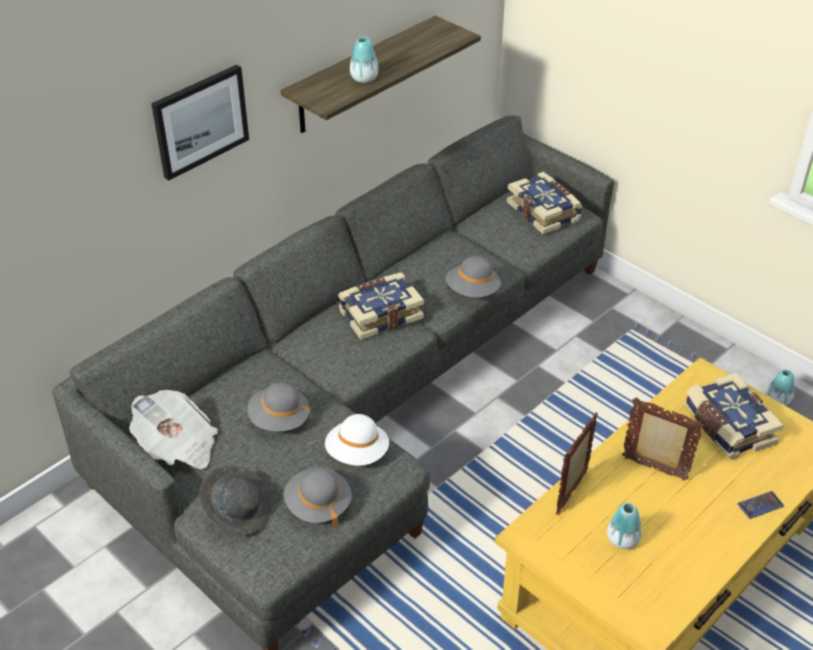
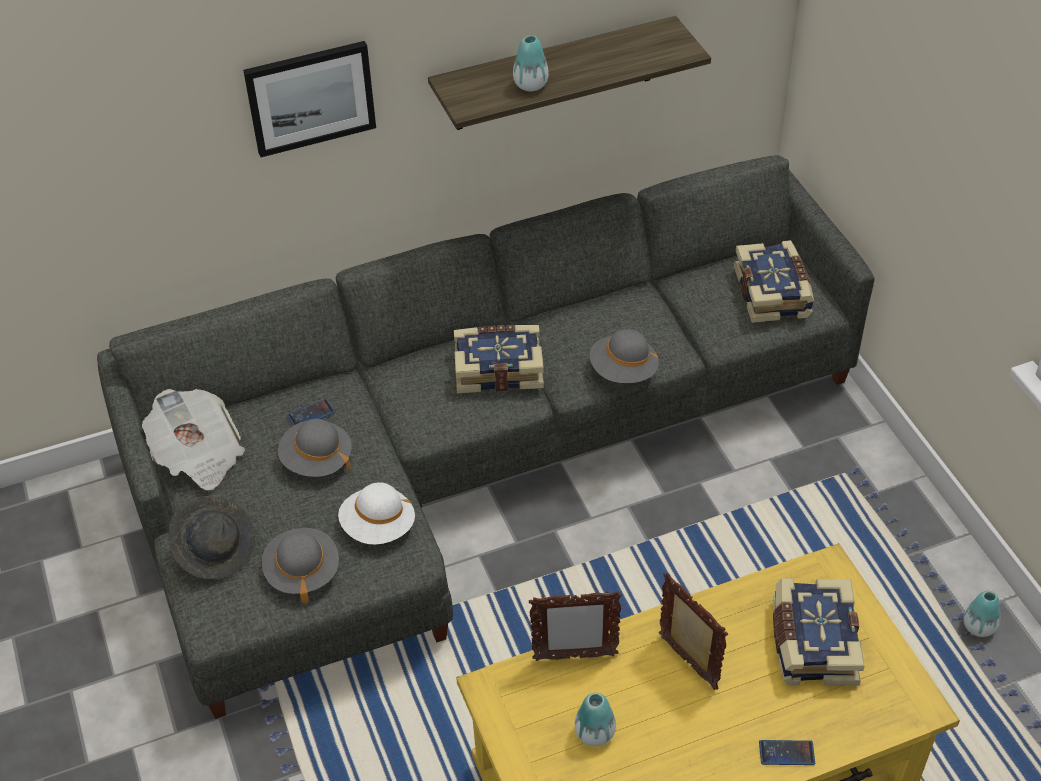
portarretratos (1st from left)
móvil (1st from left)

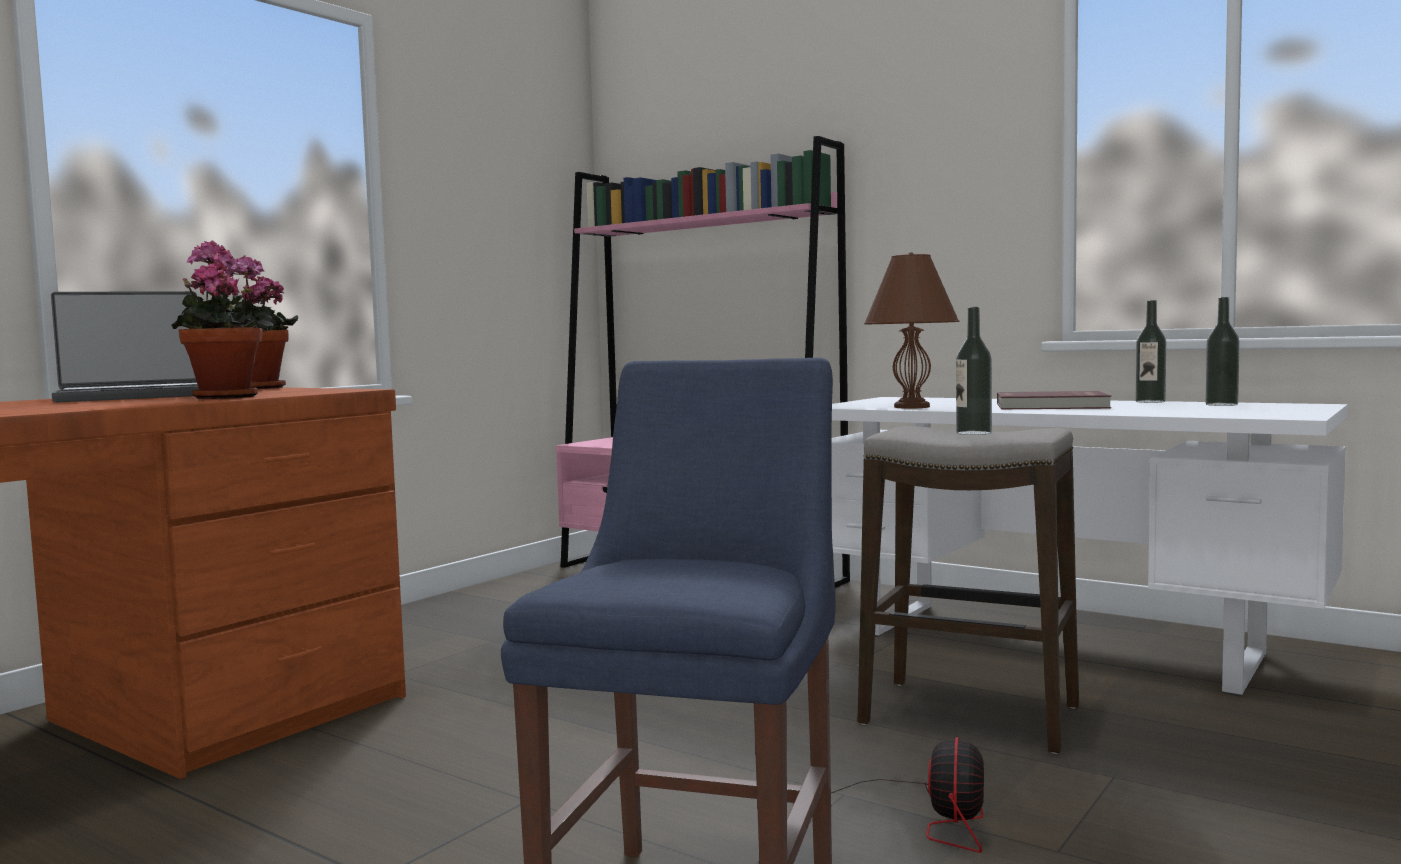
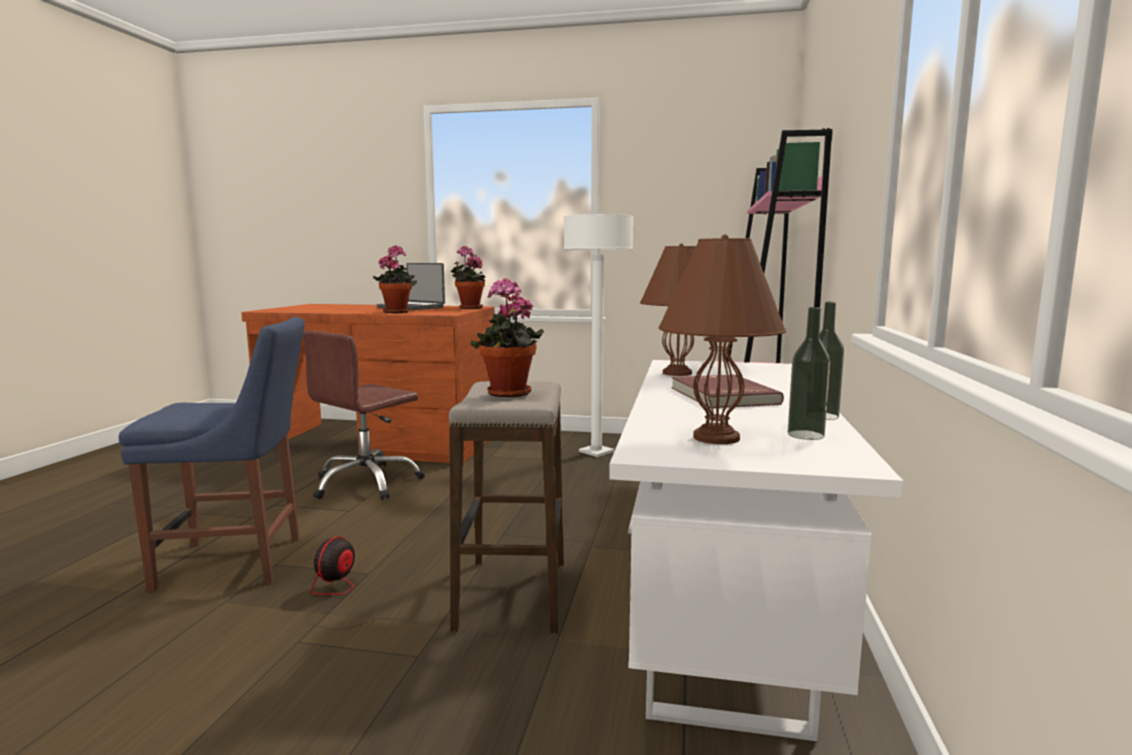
planta en maceta (3rd from left)
ventilador
lámpara de pie (blanco)
lámpara de mesa (marrón) (2nd from left)
silla de oficina (marrón)

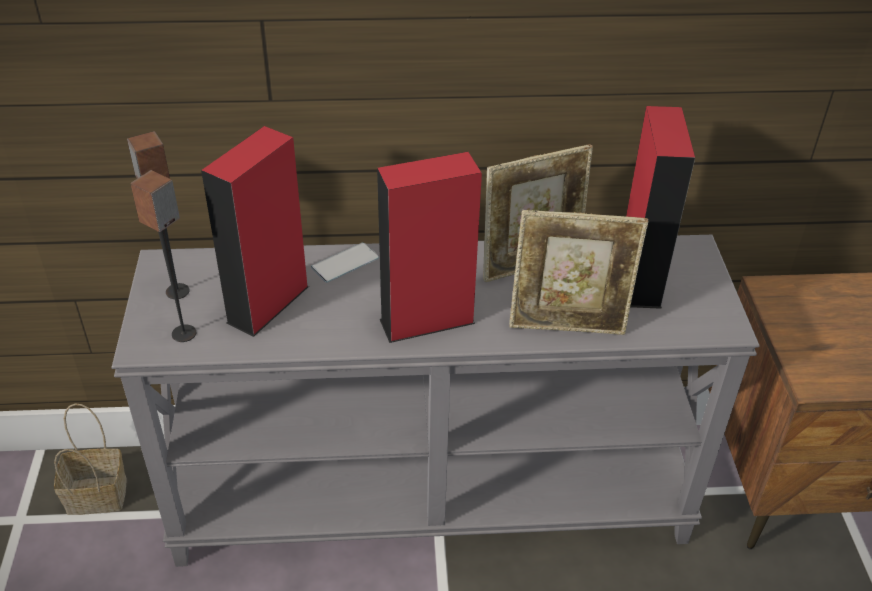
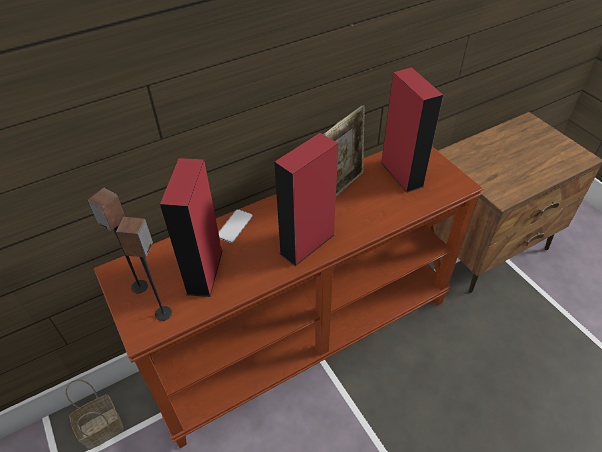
portarretratos (2nd from left in the first image)
mesa consola (marrón)

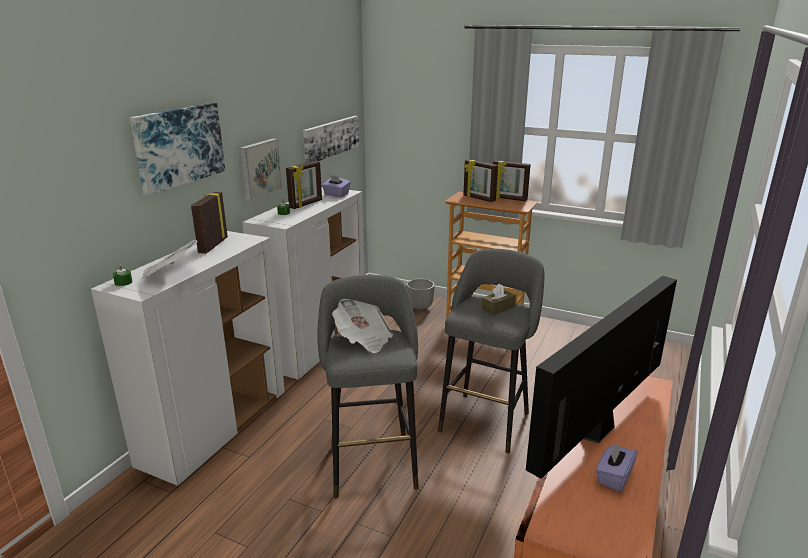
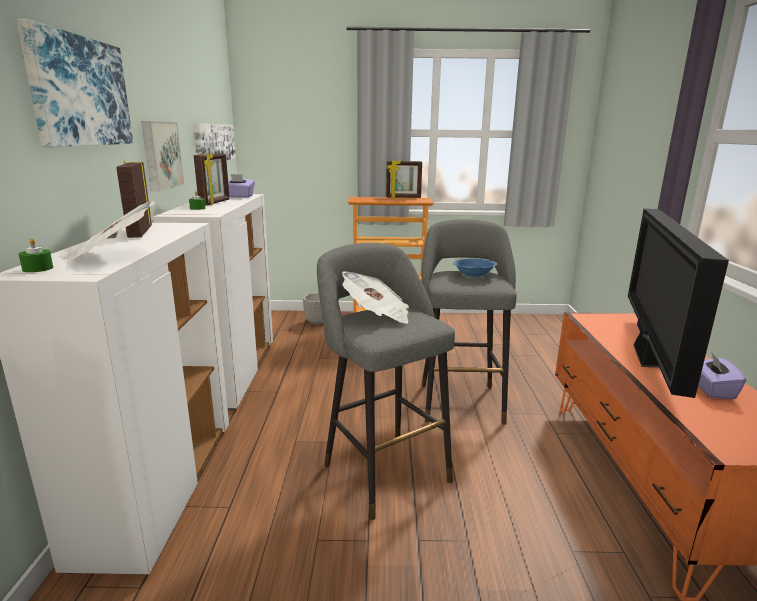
portarretratos (3rd from left in the first image)
cuenco (azul)

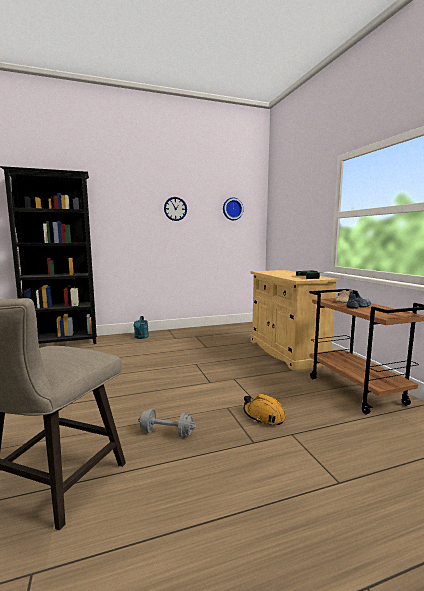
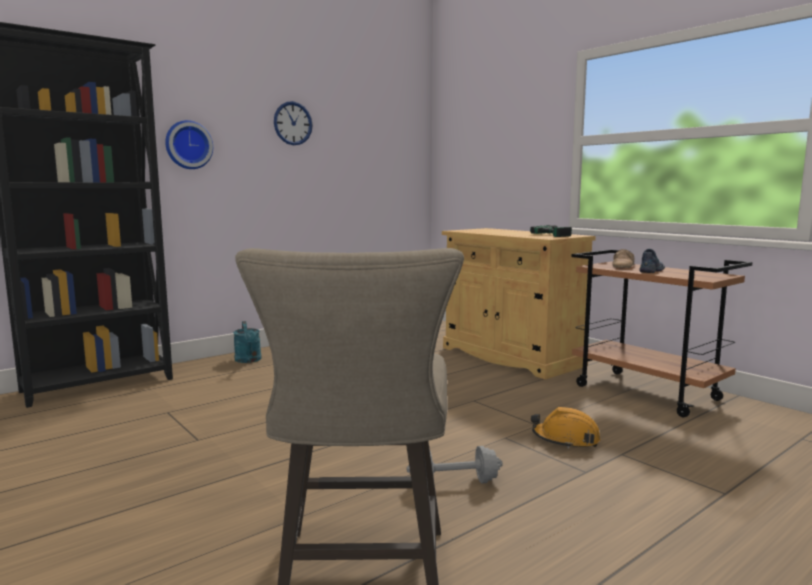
reloj de pared (1st from left)

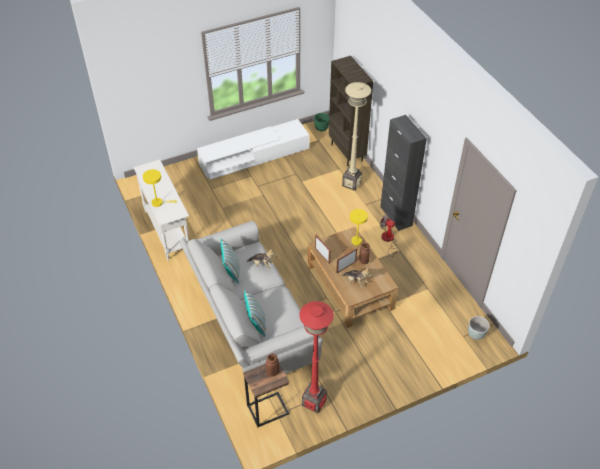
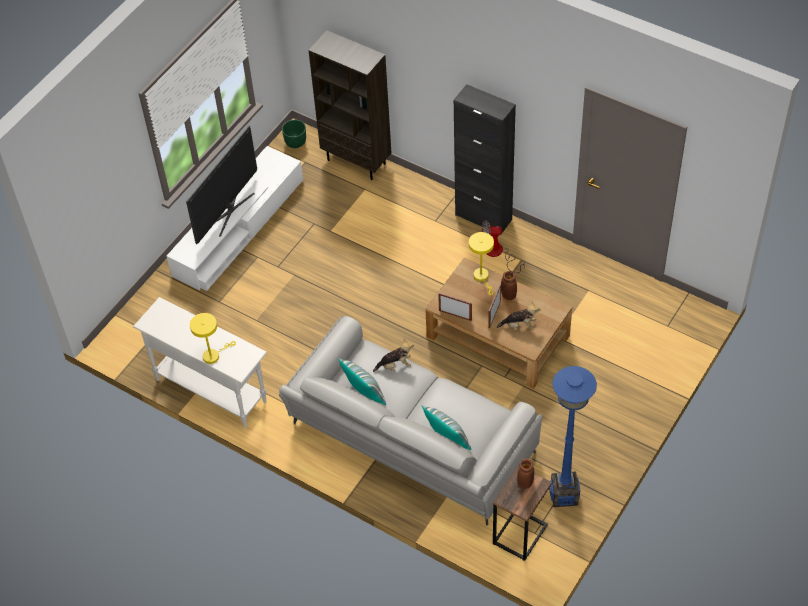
lámpara de pie (beis)
lámpara de pie (azul)
maceta (gris)
televisor

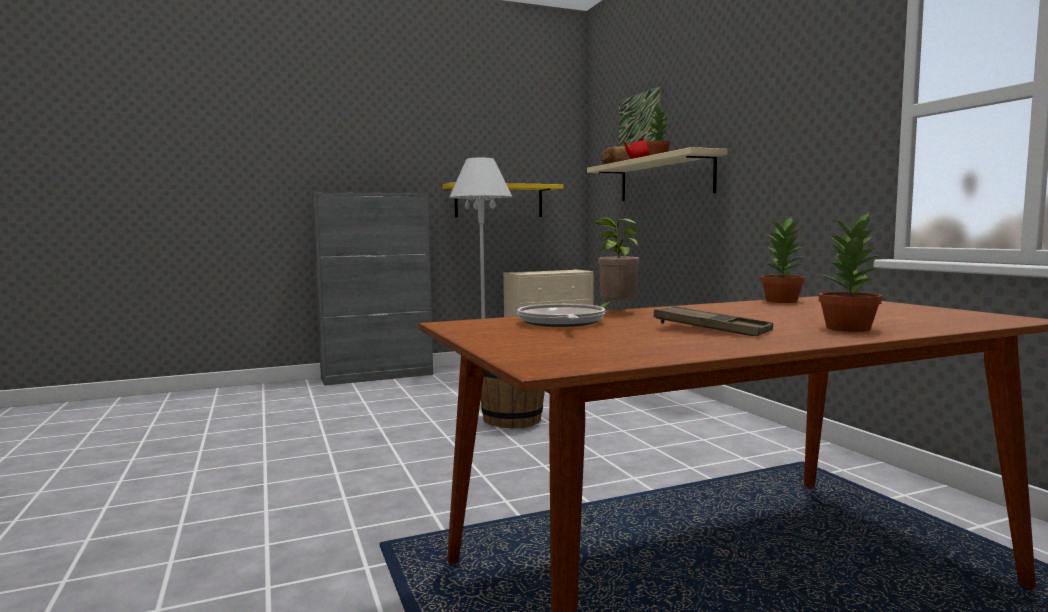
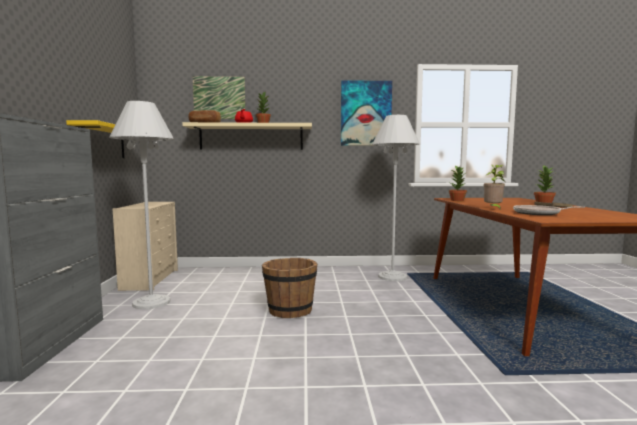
cuadro (2nd from left)
lámpara de pie (blanco) (2nd from left)

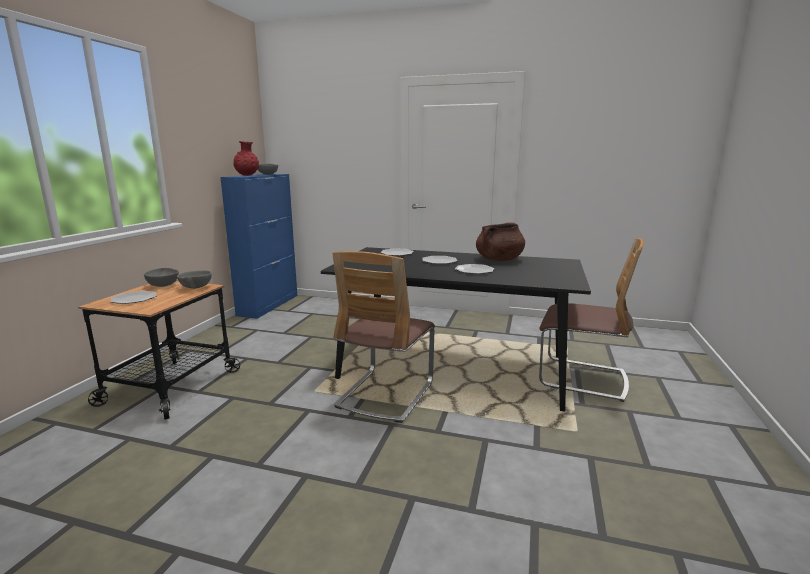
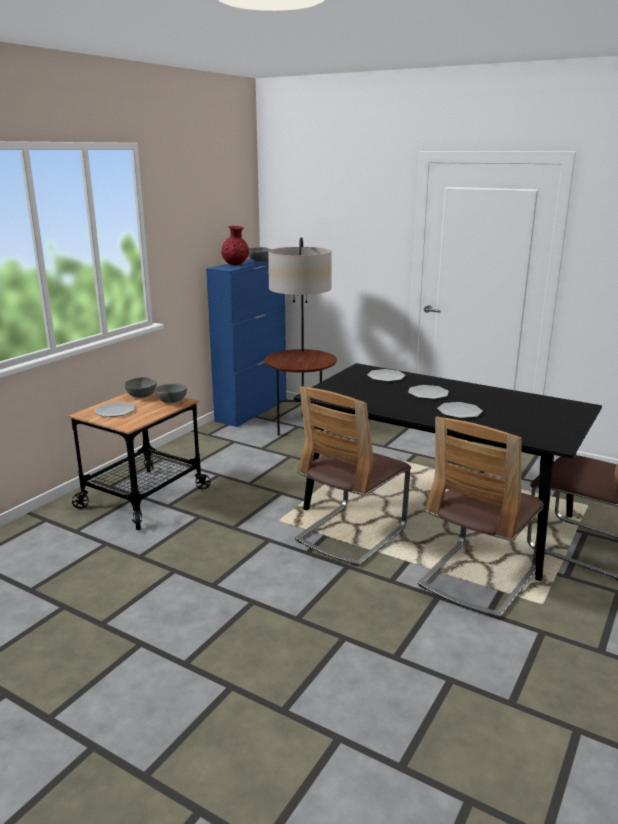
olla (marrón)
lámpara de pie
silla (2nd from left)

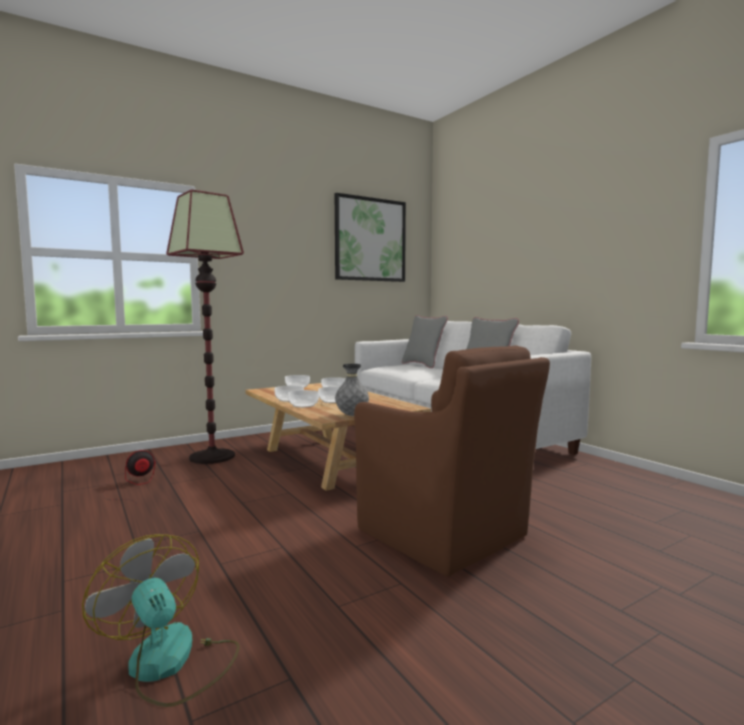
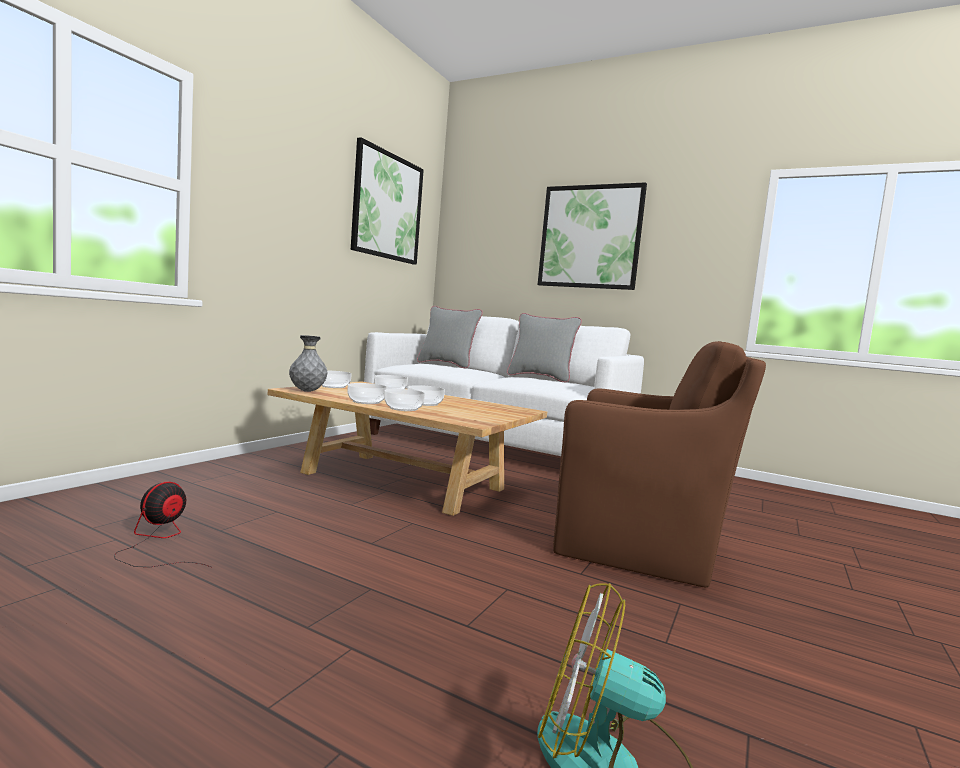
lámpara de pie
florero (gris)
cuadro (2nd from left)

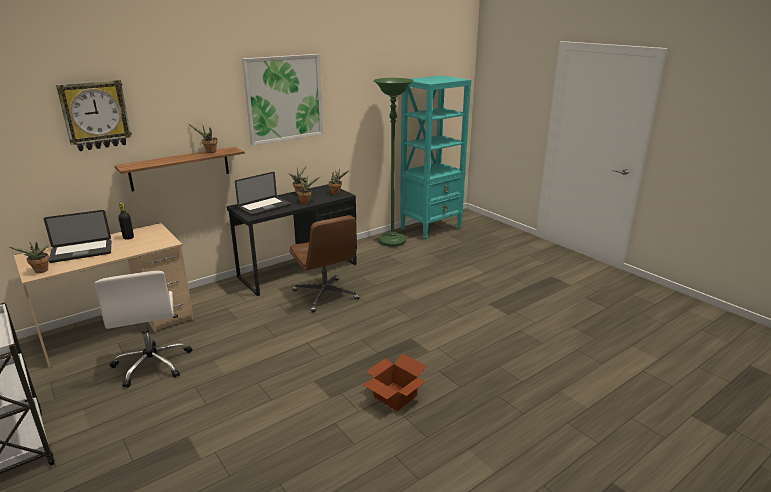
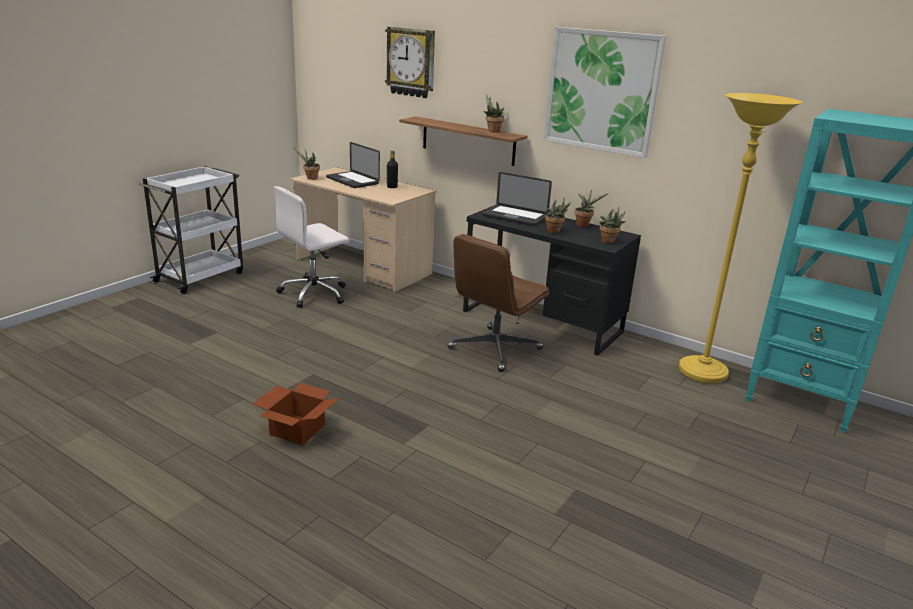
lámpara de pie (amarillo)

